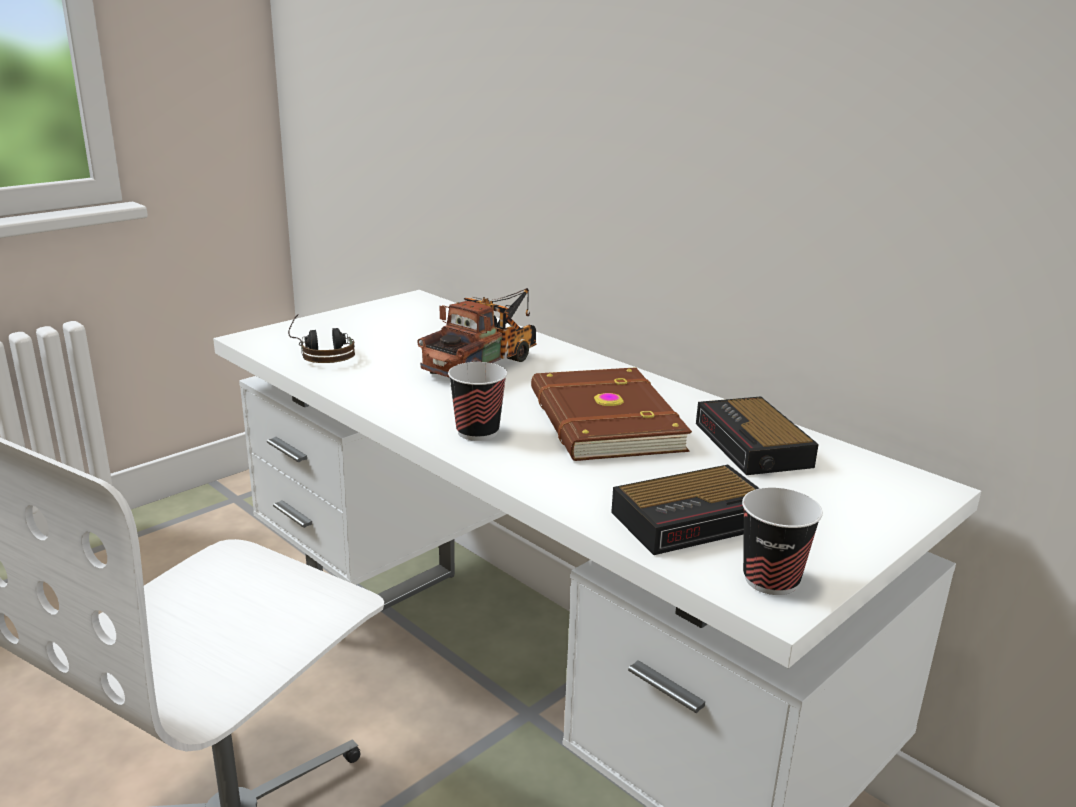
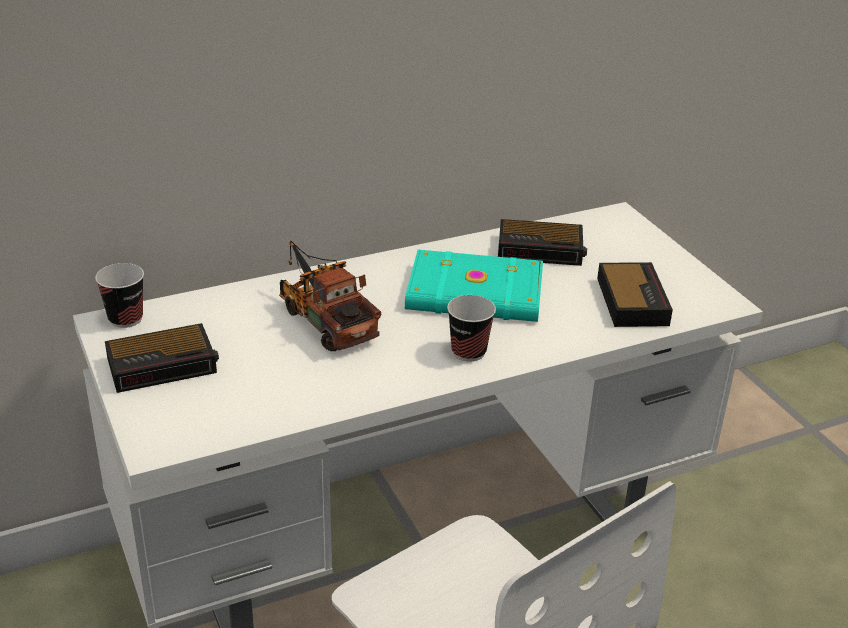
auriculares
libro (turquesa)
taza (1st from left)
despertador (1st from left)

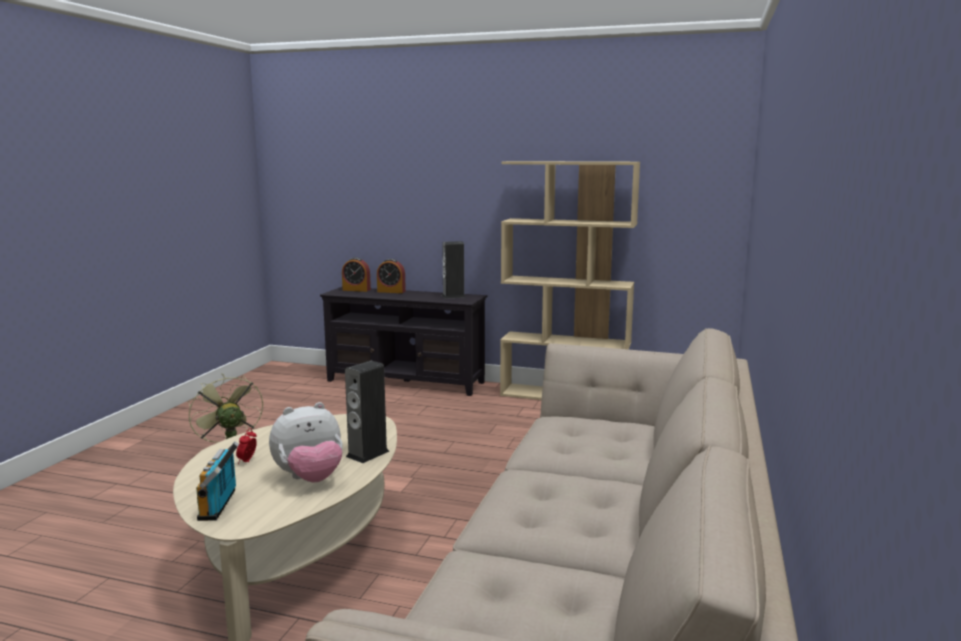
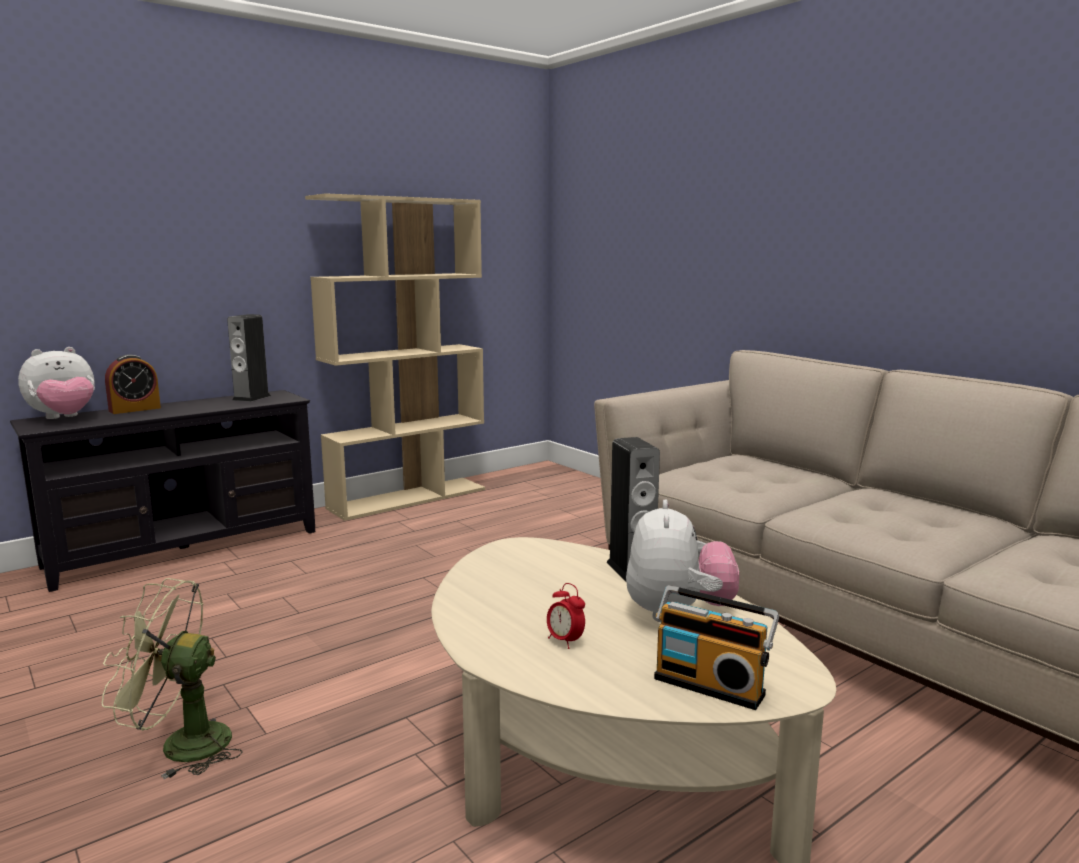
peluche (1st from left)

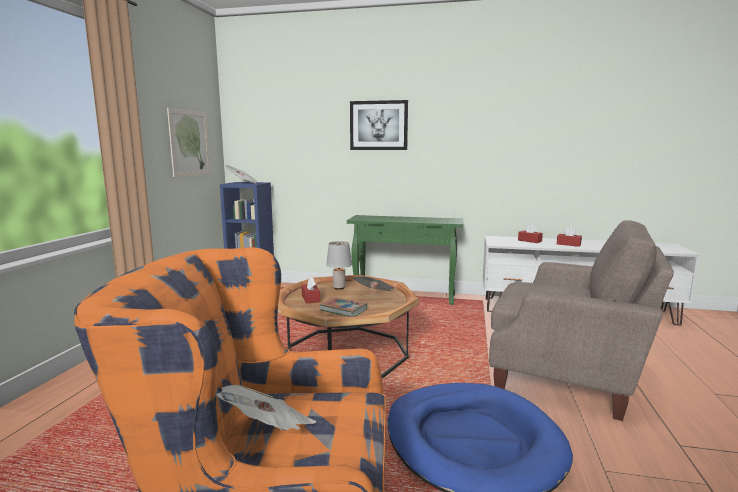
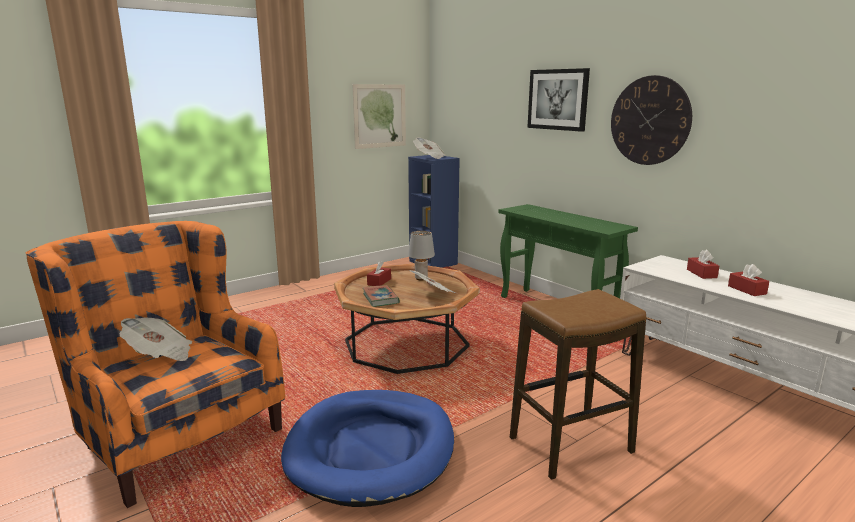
taburete
reloj de pared

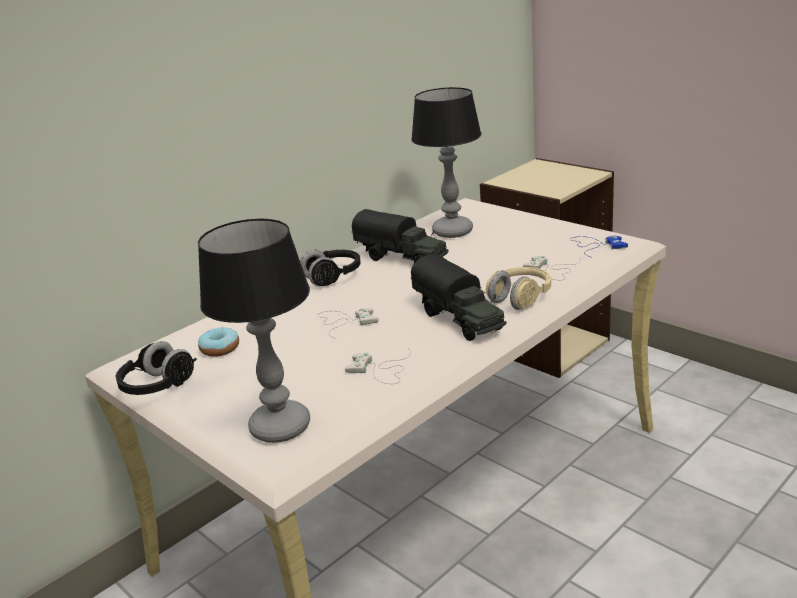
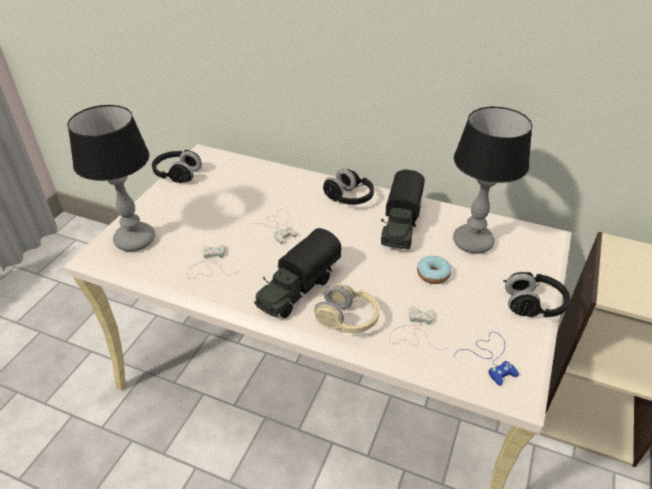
rosquilla
auriculares (negro) (3rd from left)

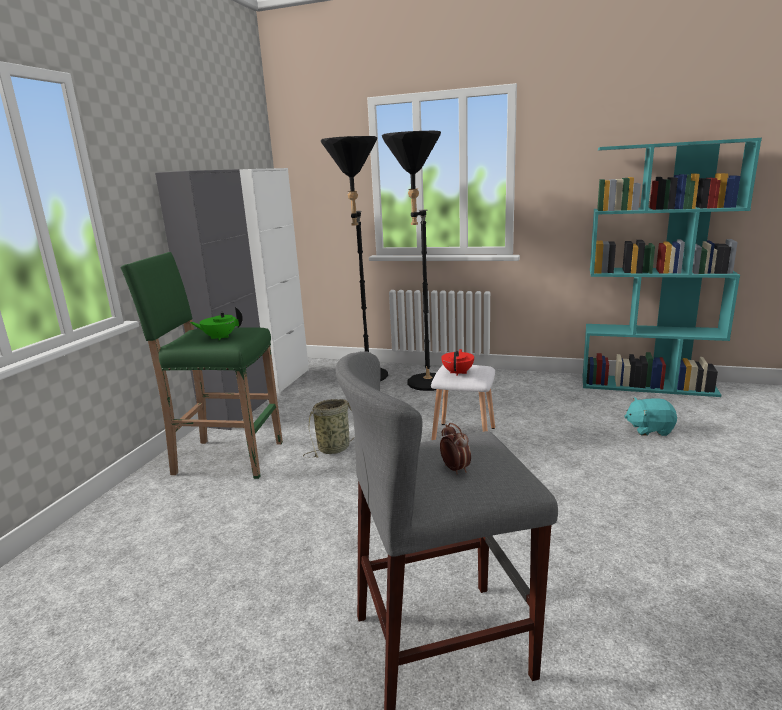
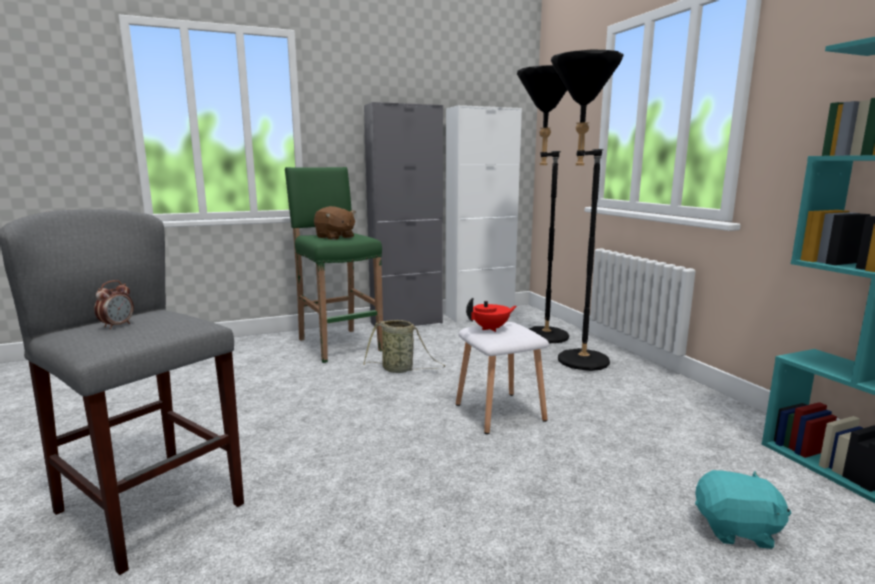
peluche (marrón)
peluche (turquesa)

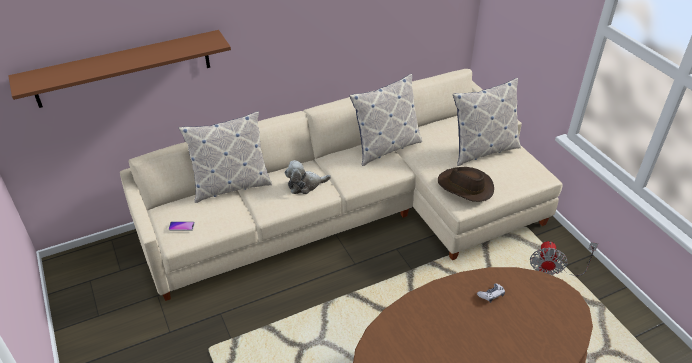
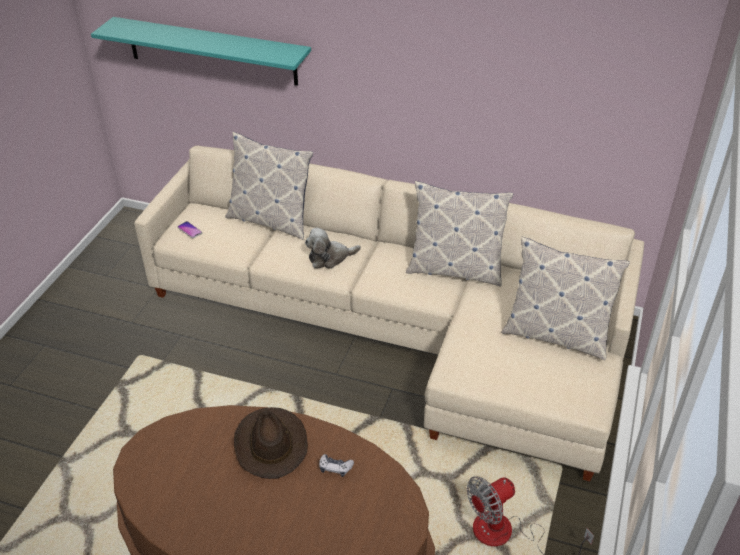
estante (turquesa)
peluche
sombrero (marrón)

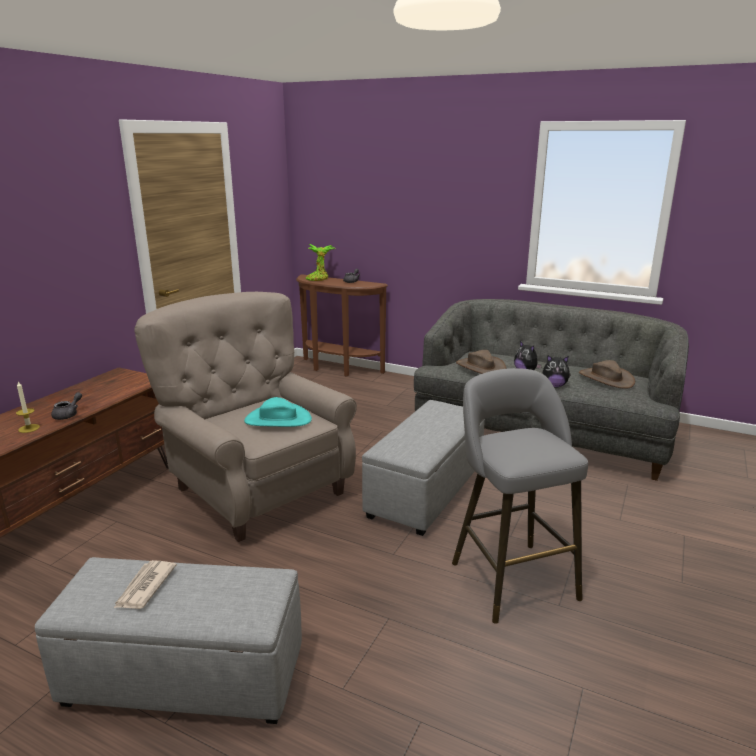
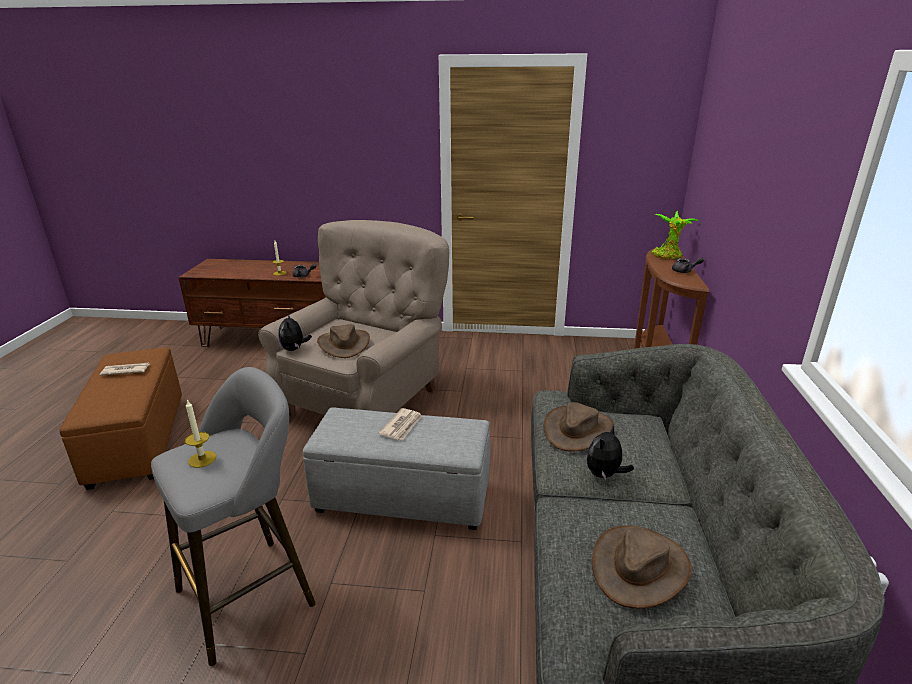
peluche (1st from left)
sombrero (marrón) (1st from left)
puf (marrón)
vela (1st from left)
periódico (2nd from left)

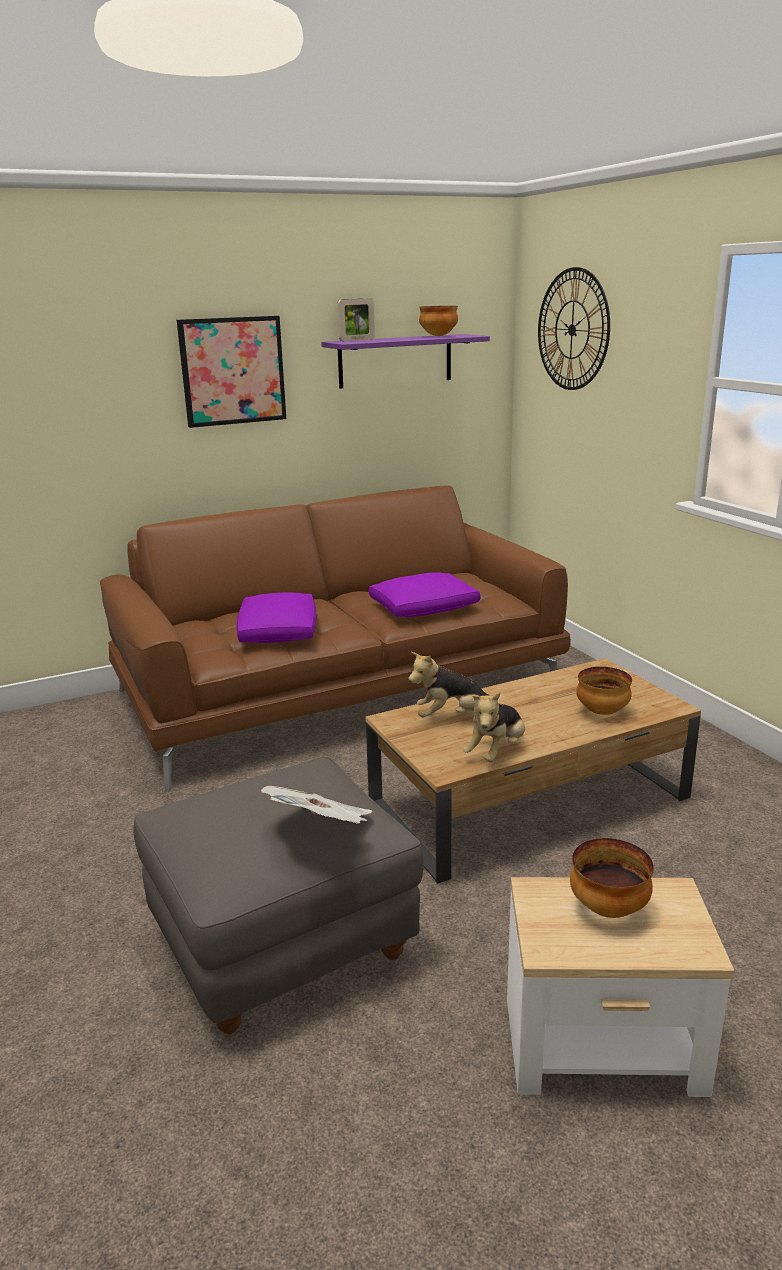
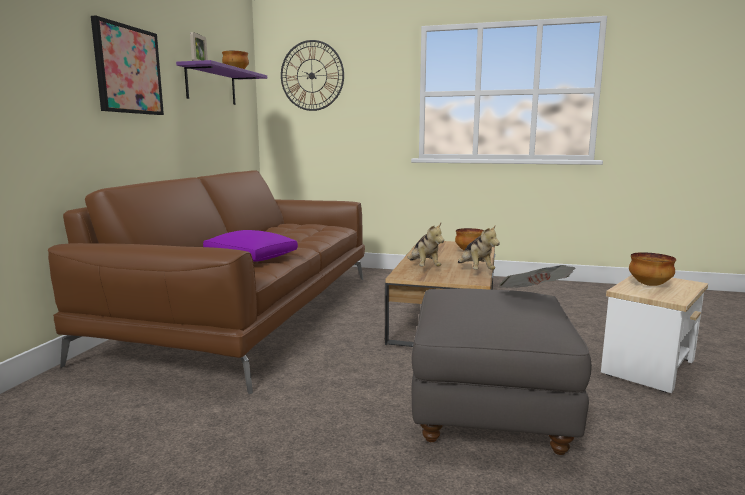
cojín (morado) (2nd from left in the first image)
peluche (1st from left)

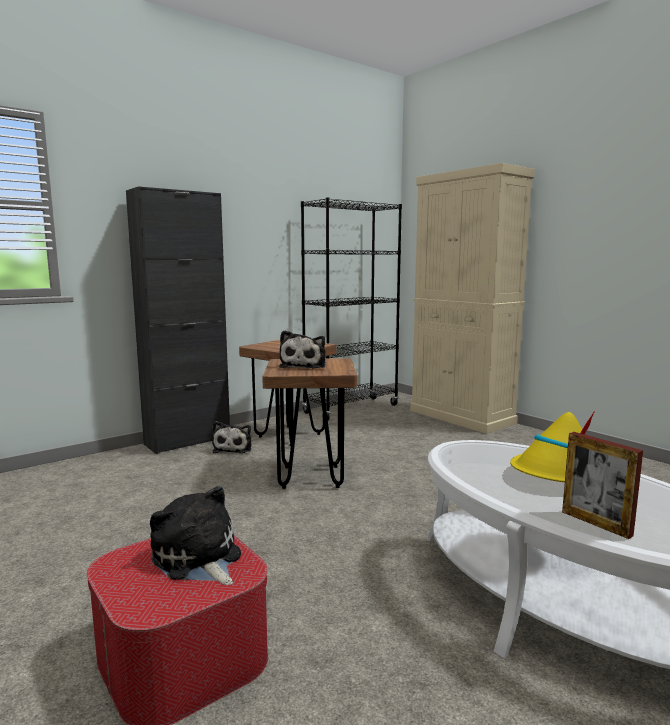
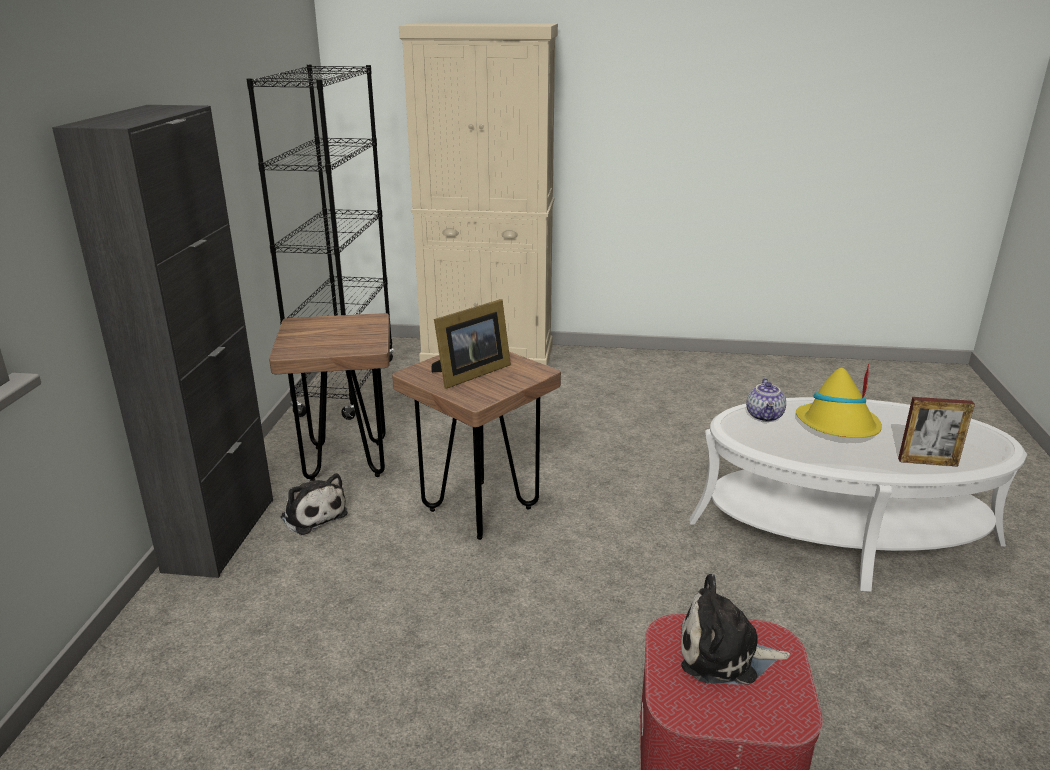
portarretratos (1st from left)
tetera

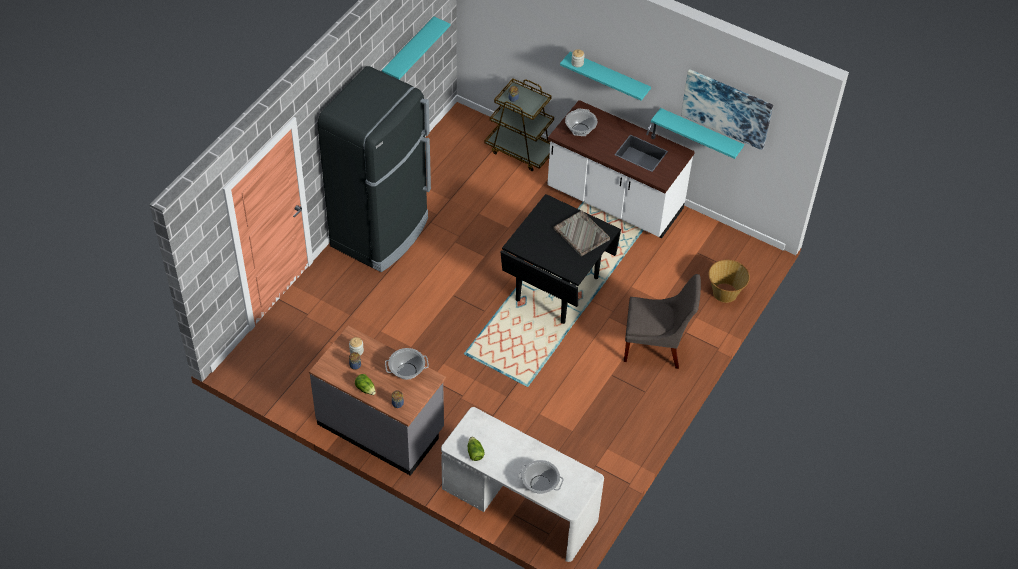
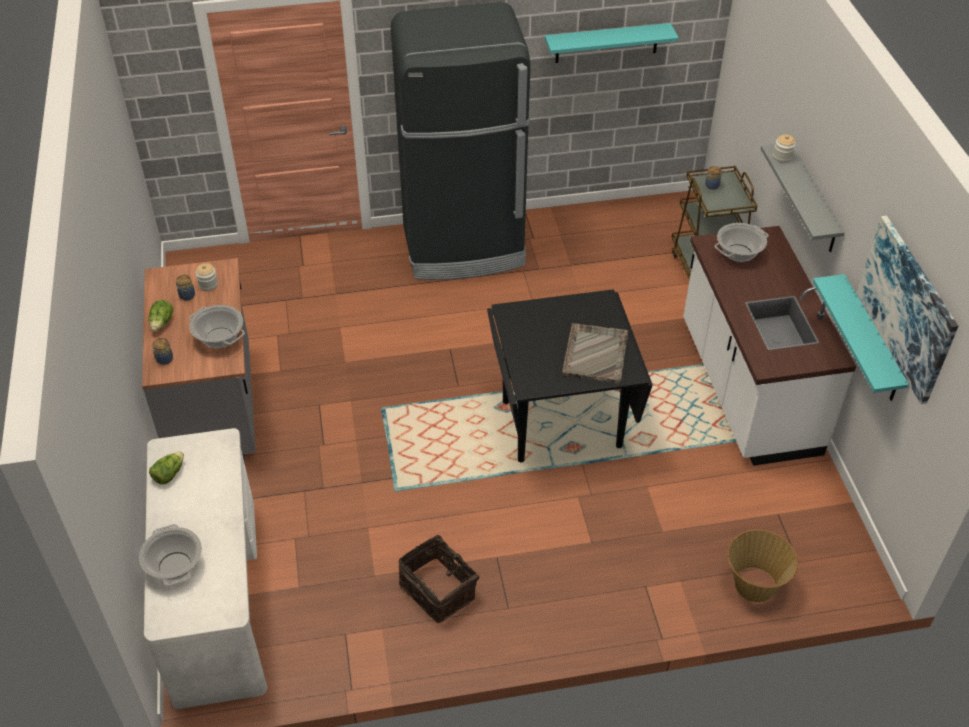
estante (gris)
silla (gris)
cesta (1st from left)

